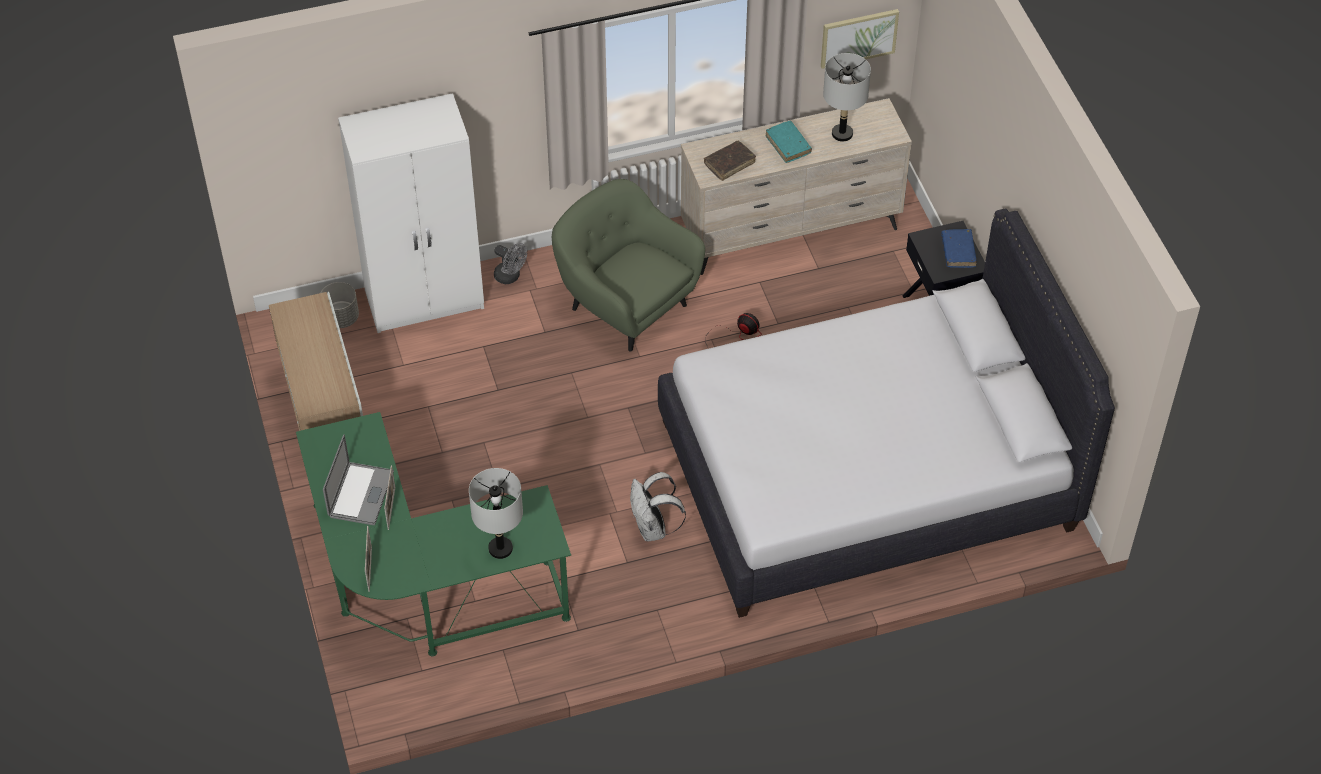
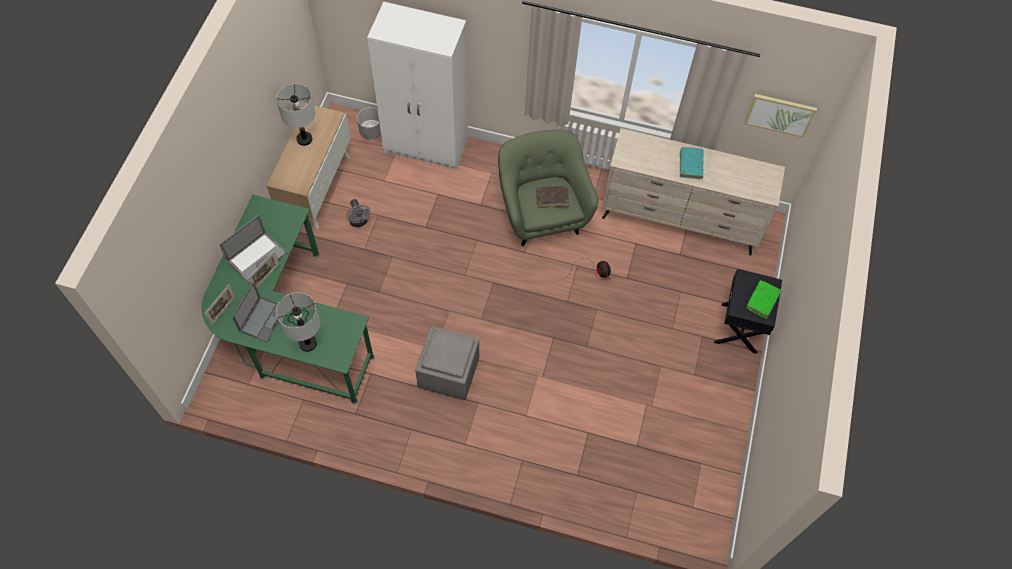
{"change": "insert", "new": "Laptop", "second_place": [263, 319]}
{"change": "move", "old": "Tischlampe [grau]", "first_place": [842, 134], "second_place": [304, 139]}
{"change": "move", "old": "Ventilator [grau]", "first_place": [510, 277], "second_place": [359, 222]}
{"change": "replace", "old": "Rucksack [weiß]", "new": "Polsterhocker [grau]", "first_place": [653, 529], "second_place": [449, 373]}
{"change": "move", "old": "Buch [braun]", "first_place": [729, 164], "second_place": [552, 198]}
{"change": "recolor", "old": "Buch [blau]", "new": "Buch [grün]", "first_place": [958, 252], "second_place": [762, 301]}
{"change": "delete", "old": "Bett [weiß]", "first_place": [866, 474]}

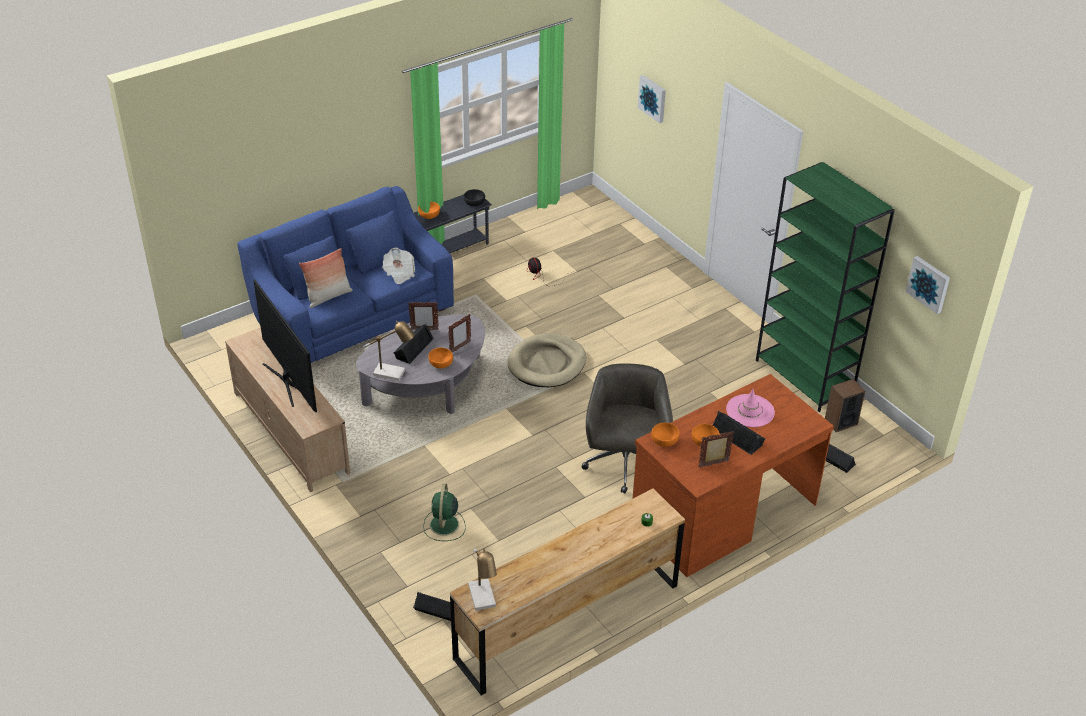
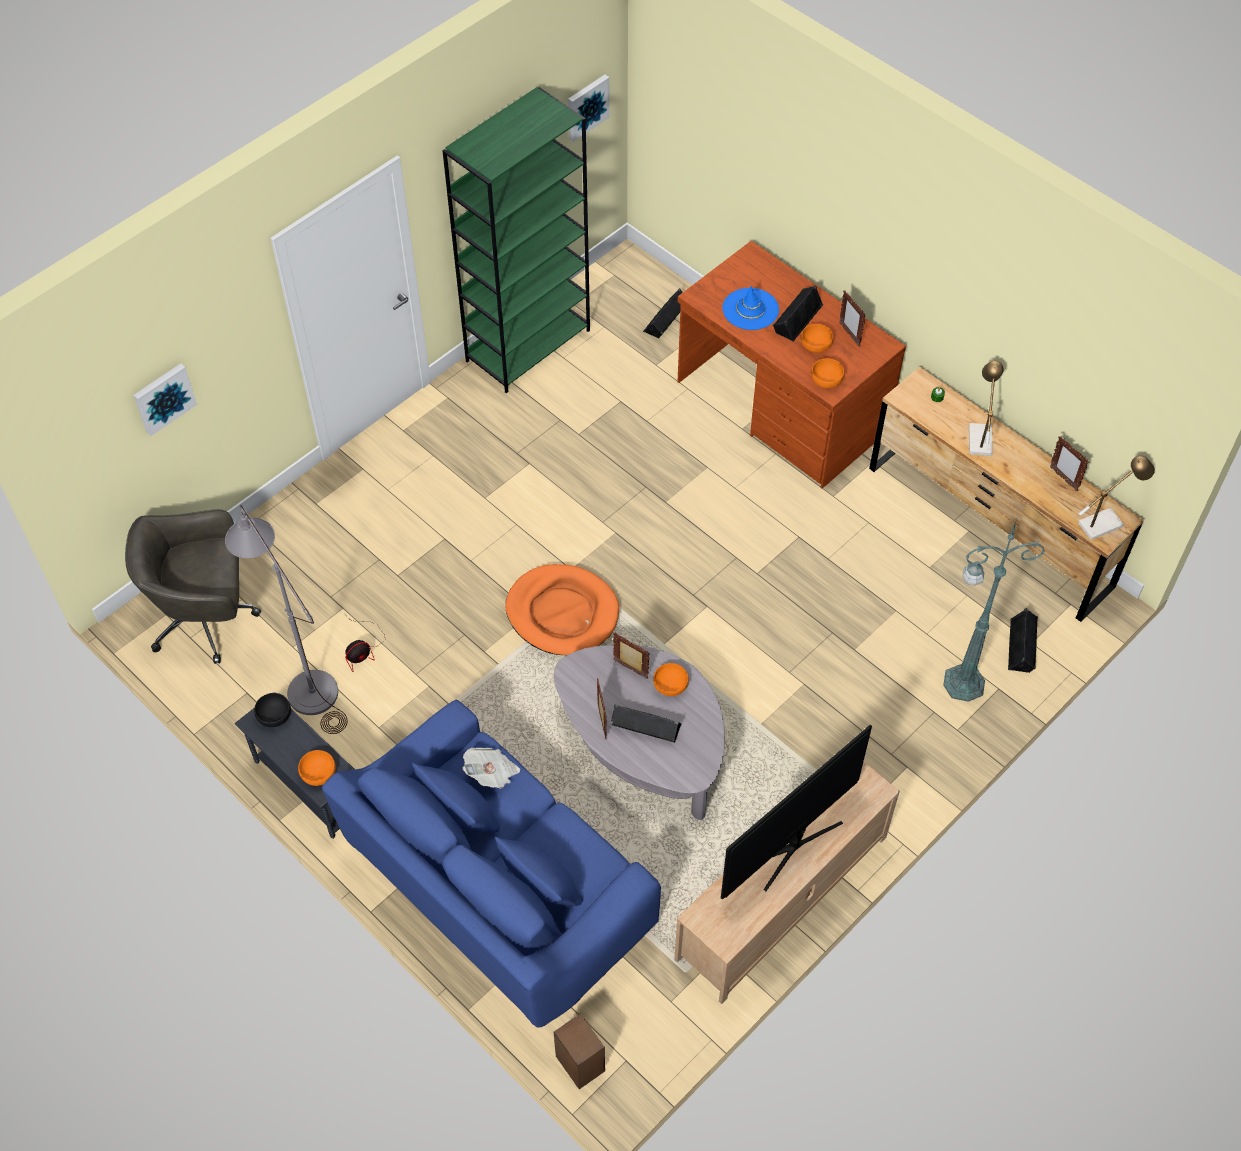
{"change": "move", "old": "Bürostuhl [grau]", "first_place": [625, 464], "second_place": [207, 619]}
{"change": "insert", "new": "Stehlampe [grau]", "second_place": [305, 682]}
{"change": "recolor", "old": "Hundebett [beige]", "new": "Hundebett [orange]", "first_place": [547, 364], "second_place": [562, 612]}
{"change": "move", "old": "Lautsprecher", "first_place": [840, 422], "second_place": [580, 1064]}
{"change": "recolor", "old": "Hut [rosa]", "new": "Hut [blau]", "first_place": [750, 411], "second_place": [750, 309]}
{"change": "insert", "new": "Stehlampe [grün]", "second_place": [961, 683]}
{"change": "move", "old": "Tischlampe", "first_place": [393, 373], "second_place": [979, 436]}
{"change": "insert", "new": "Bilderrahmen", "second_place": [1063, 479]}
{"change": "delete", "old": "Kissen", "first_place": [328, 297]}
{"change": "delete", "old": "Ventilator [grün]", "first_place": [444, 525]}

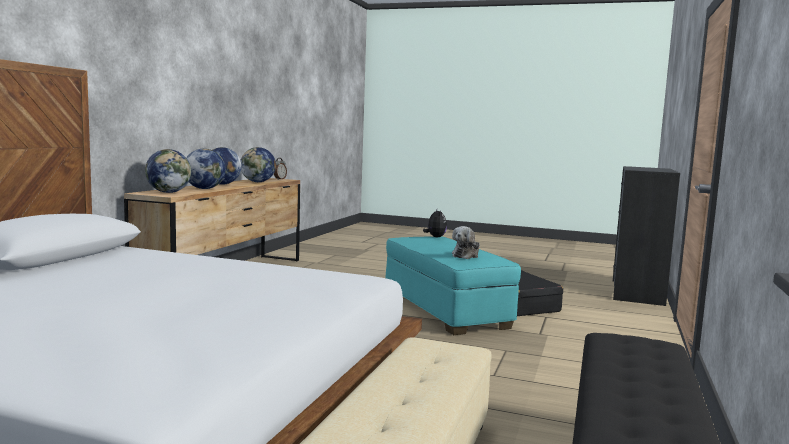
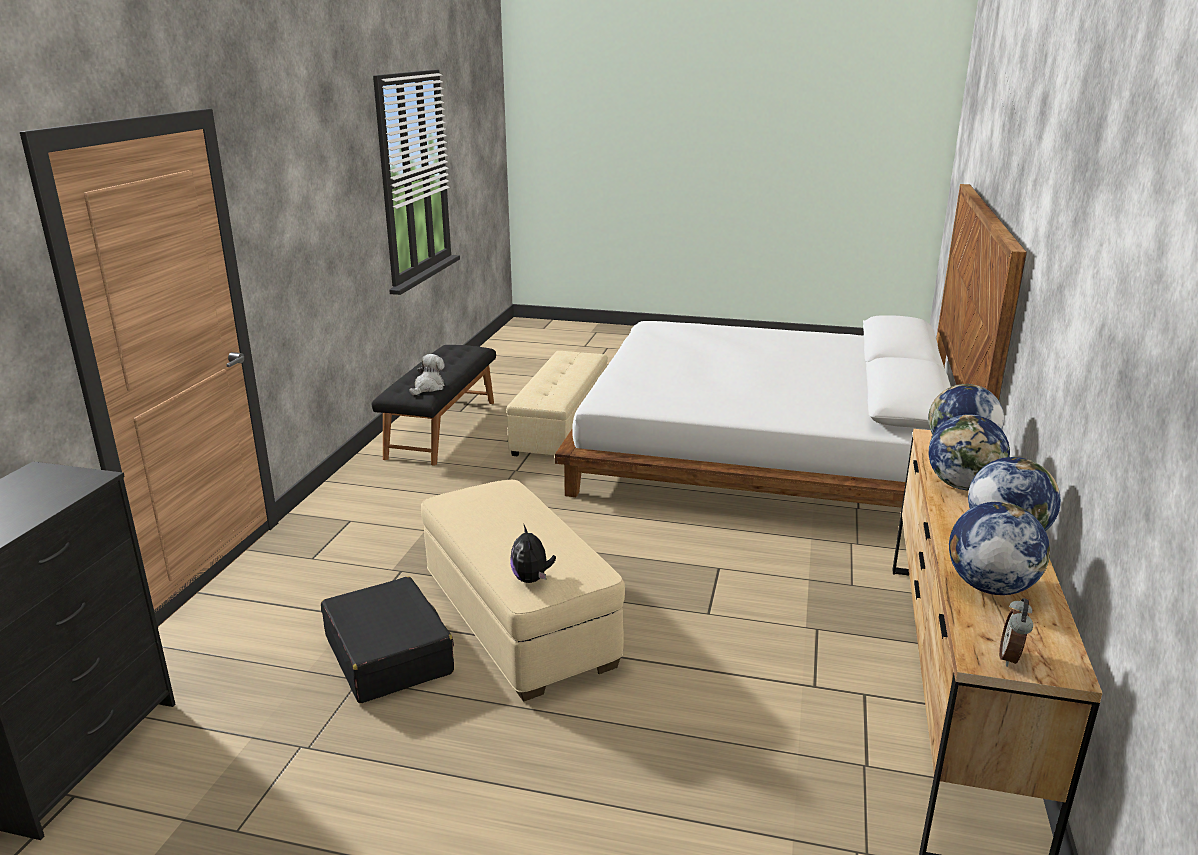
{"change": "move", "old": "Plüschtier", "first_place": [466, 255], "second_place": [428, 387]}
{"change": "recolor", "old": "Polsterhocker [türkis]", "new": "Polsterhocker [beige]", "first_place": [444, 309], "second_place": [519, 619]}

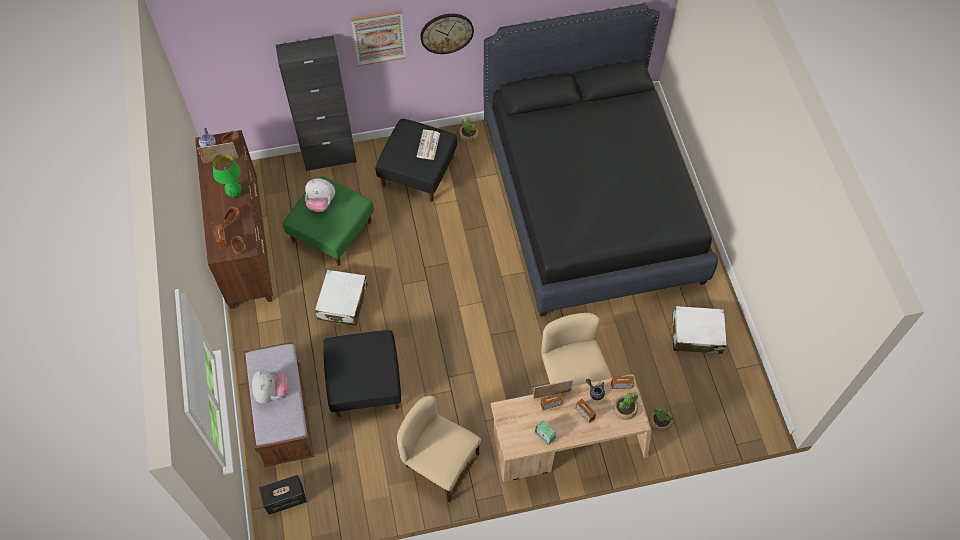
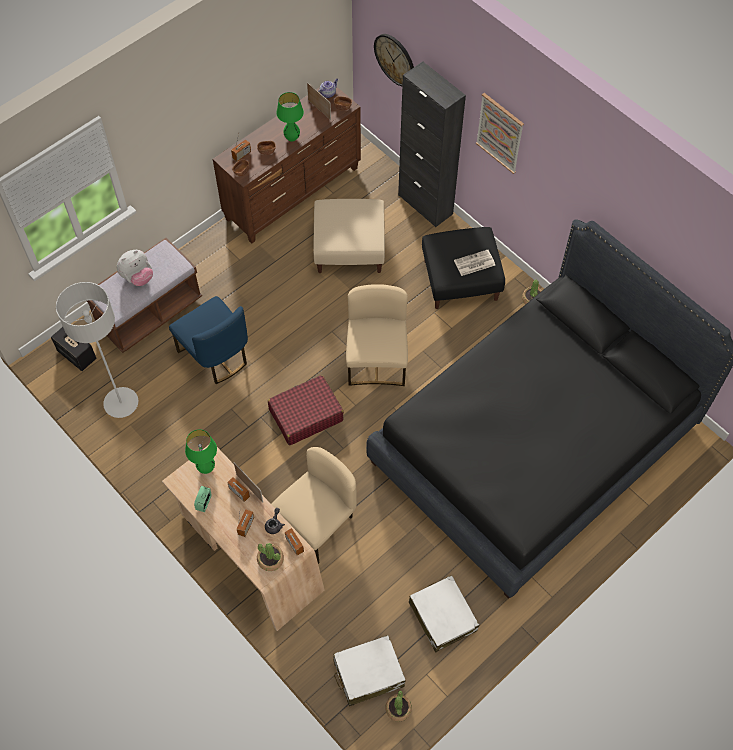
{"change": "insert", "new": "Stehlampe [grau]", "second_place": [121, 403]}
{"change": "replace", "old": "Polsterhocker [schwarz]", "new": "Stuhl [blau]", "first_place": [365, 383], "second_place": [215, 355]}
{"change": "insert", "new": "Tischlampe [grün]", "second_place": [206, 468]}
{"change": "insert", "new": "Koffer [rot]", "second_place": [305, 415]}
{"change": "recolor", "old": "Polsterhocker [grün]", "new": "Polsterhocker [beige]", "first_place": [332, 231], "second_place": [350, 248]}
{"change": "move", "old": "Koffer [weiß]", "first_place": [342, 302], "second_place": [368, 673]}
{"change": "move", "old": "Stuhl [beige]", "first_place": [440, 463], "second_place": [377, 361]}
{"change": "move", "old": "Wanduhr", "first_place": [446, 33], "second_place": [395, 59]}
{"change": "move", "old": "Topfpflanze", "first_place": [660, 422], "second_place": [398, 709]}
{"change": "delete", "old": "Plüschtier", "first_place": [321, 203]}

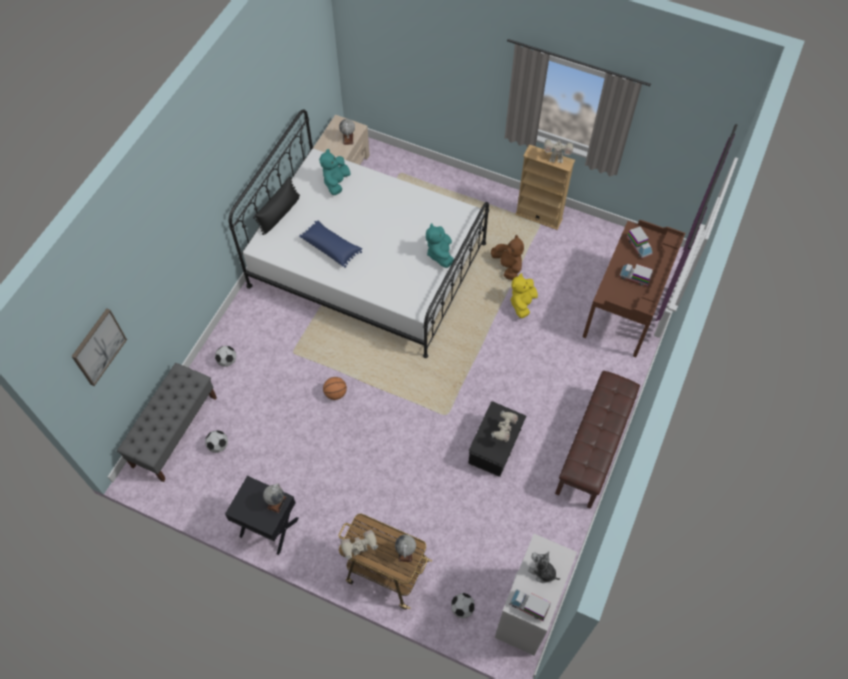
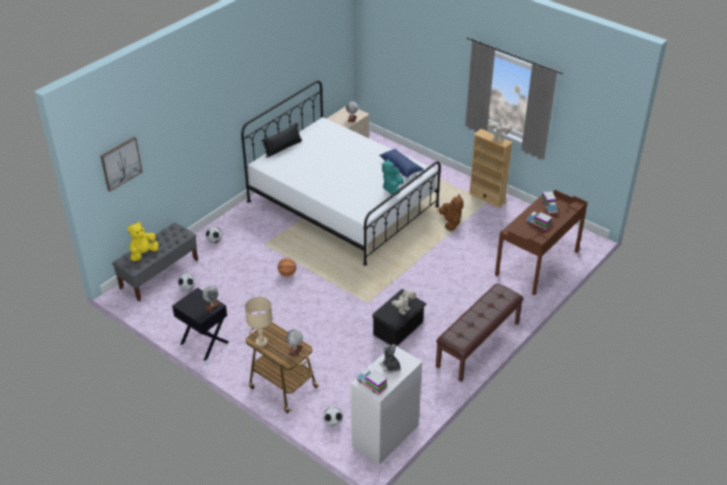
{"change": "move", "old": "Plüschtier [gelb]", "first_place": [522, 303], "second_place": [143, 254]}
{"change": "replace", "old": "Spielzeugroboter", "new": "Tischlampe [beige]", "first_place": [360, 550], "second_place": [261, 342]}
{"change": "move", "old": "Kissen [blau]", "first_place": [331, 247], "second_place": [401, 167]}
{"change": "delete", "old": "Plüschtier [türkis]", "first_place": [336, 182]}

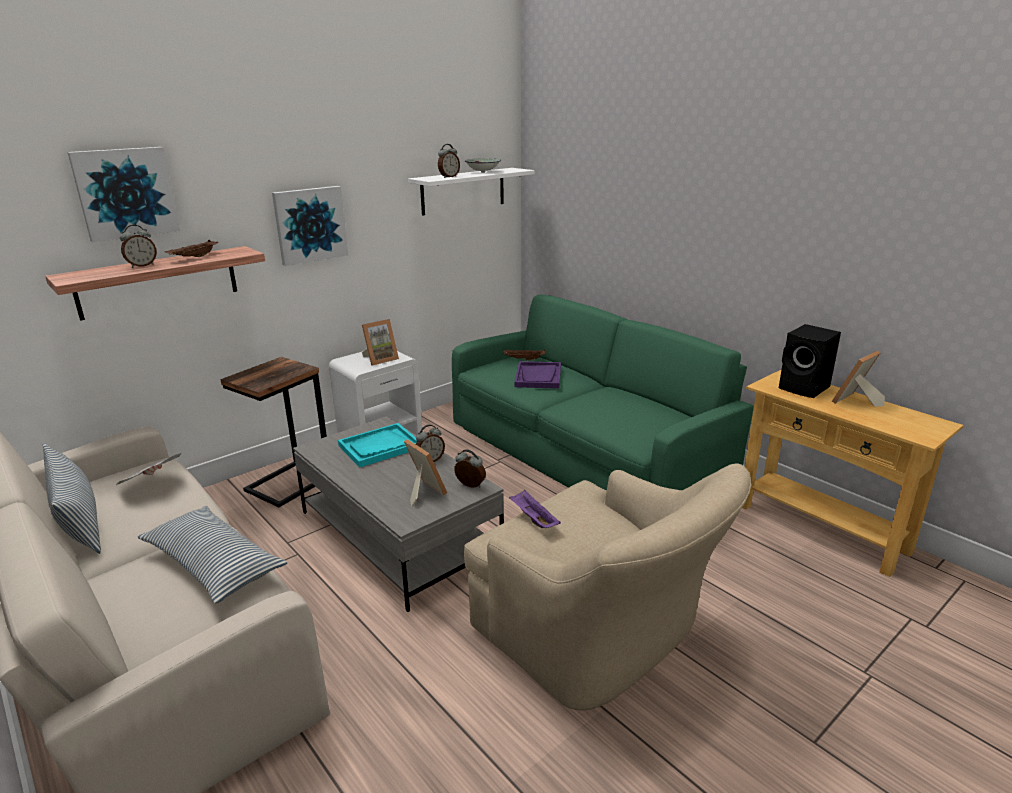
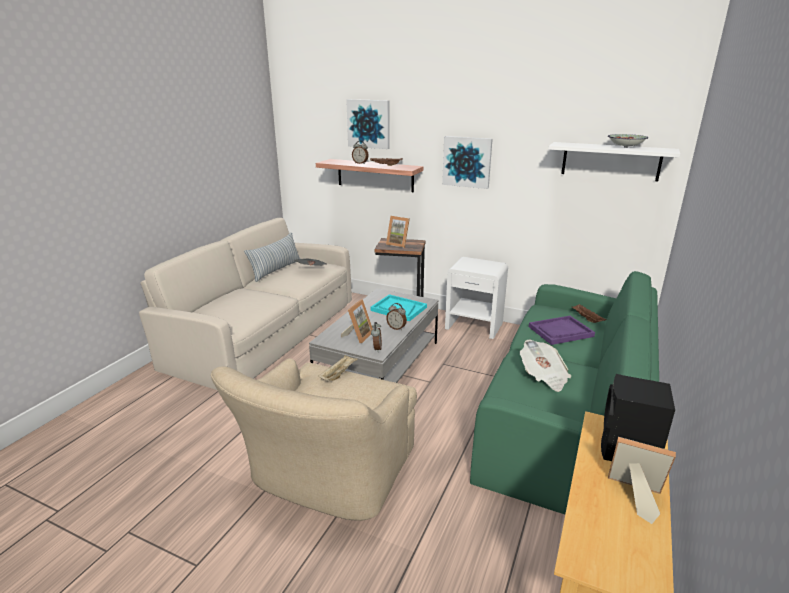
{"change": "recolor", "old": "Tablett [lila]", "new": "Tablett [beige]", "first_place": [533, 519], "second_place": [338, 374]}
{"change": "move", "old": "Bilderrahmen", "first_place": [380, 359], "second_place": [398, 244]}
{"change": "insert", "new": "Zeitung", "second_place": [543, 377]}
{"change": "delete", "old": "Kissen", "first_place": [213, 564]}
{"change": "delete", "old": "Wecker", "first_place": [449, 177]}

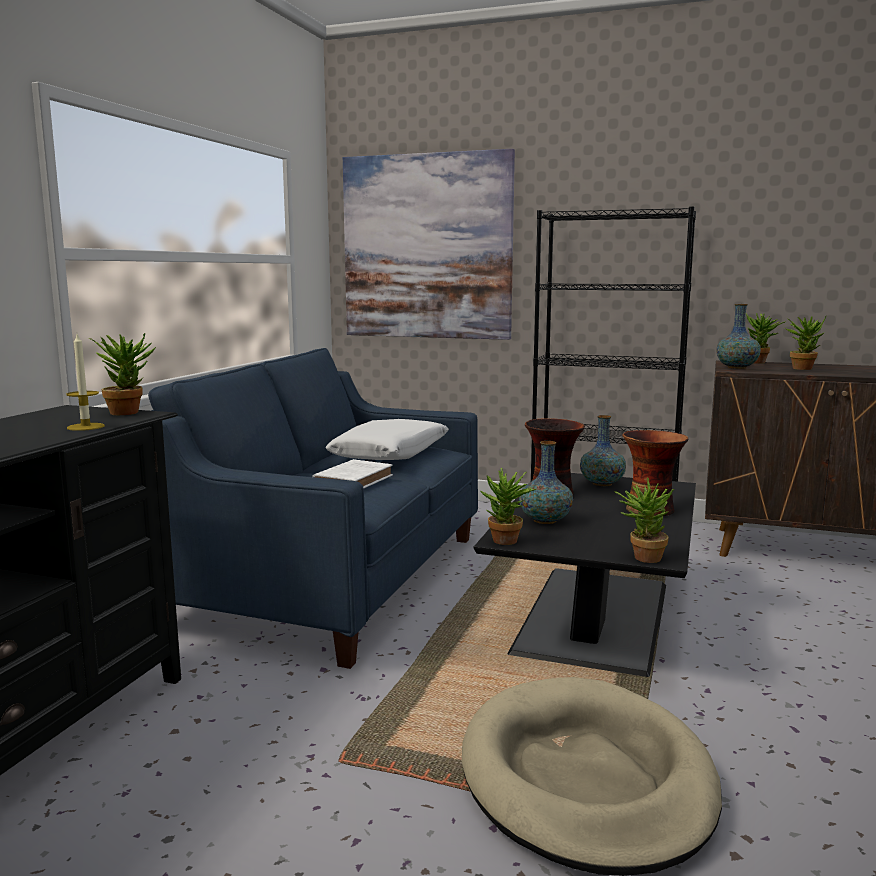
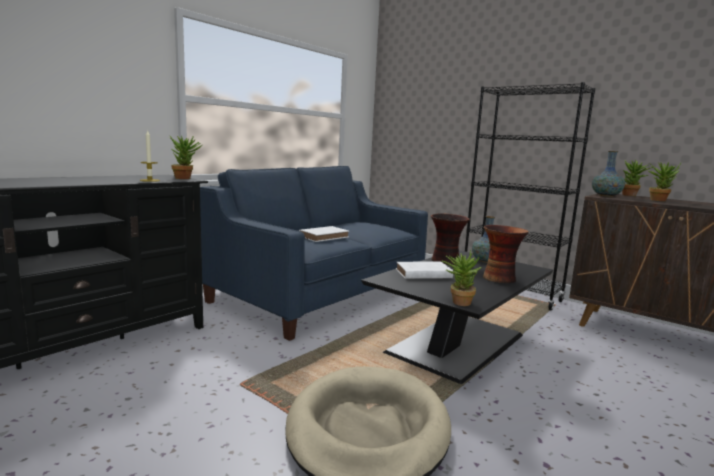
{"change": "replace", "old": "Vase", "new": "Buch [weiß]", "first_place": [545, 520], "second_place": [422, 274]}
{"change": "delete", "old": "Kissen [weiß]", "first_place": [390, 453]}
{"change": "delete", "old": "Bild", "first_place": [427, 247]}
{"change": "delete", "old": "Topfpflanze", "first_place": [506, 542]}

